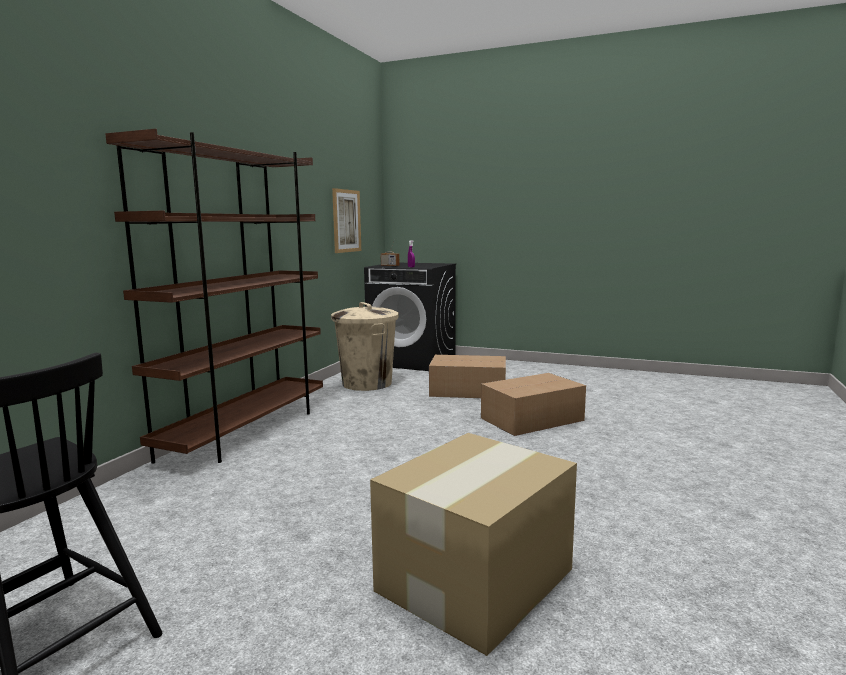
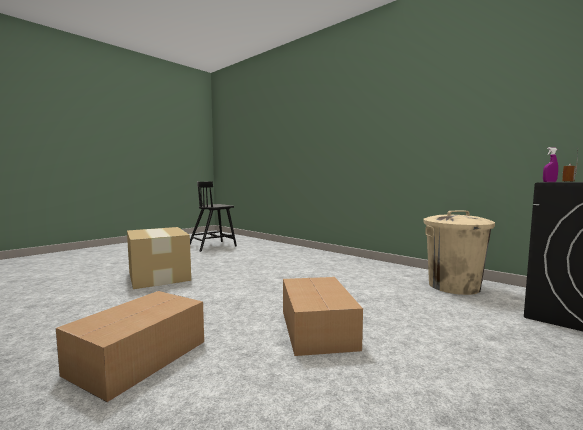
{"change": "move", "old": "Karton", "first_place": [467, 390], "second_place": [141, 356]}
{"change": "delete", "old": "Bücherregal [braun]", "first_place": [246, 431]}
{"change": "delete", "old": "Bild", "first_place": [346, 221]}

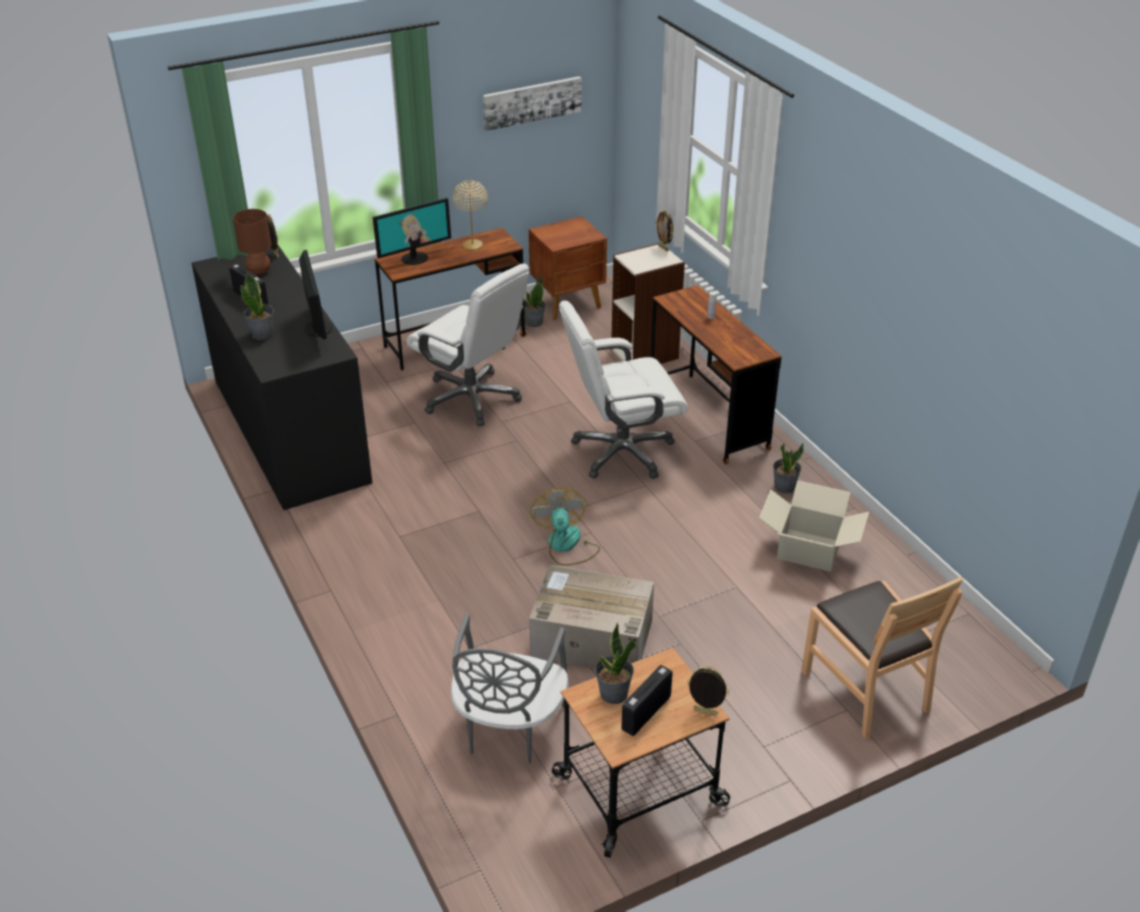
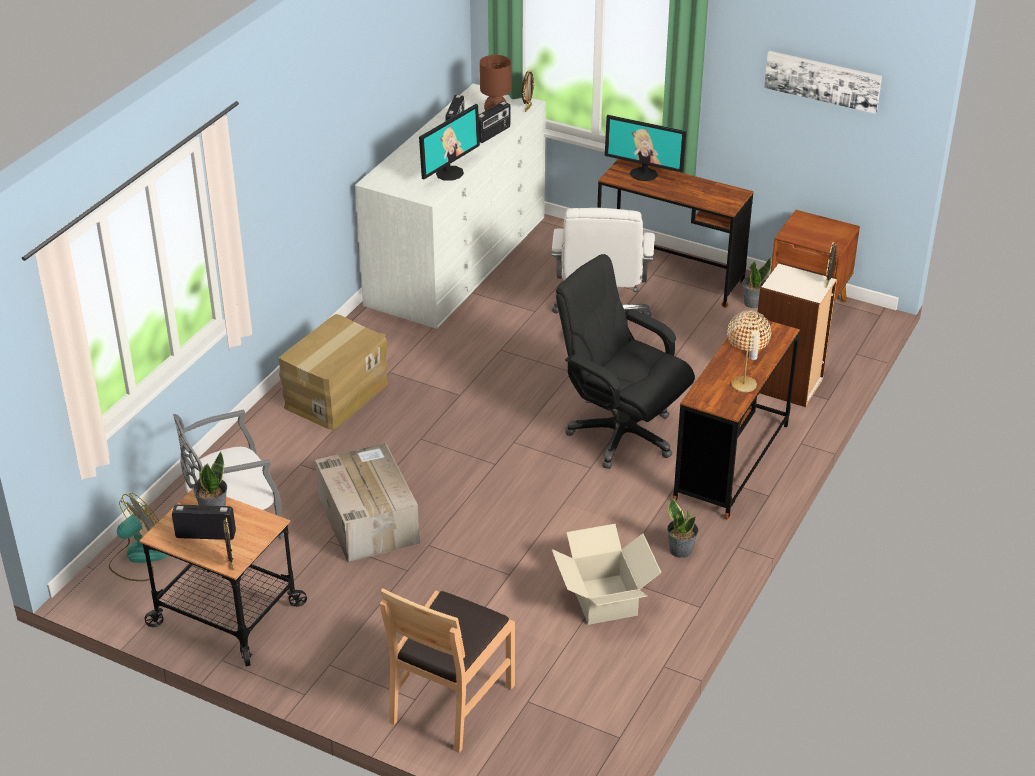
{"change": "move", "old": "Ventilator", "first_place": [566, 546], "second_place": [138, 558]}
{"change": "insert", "new": "Karton", "second_place": [335, 395]}
{"change": "recolor", "old": "Kommode [schwarz]", "new": "Kommode [weiß]", "first_place": [290, 429], "second_place": [457, 260]}
{"change": "insert", "new": "Radio", "second_place": [493, 134]}
{"change": "recolor", "old": "Bürostuhl [weiß]", "new": "Bürostuhl [schwarz]", "first_place": [621, 452], "second_place": [621, 434]}
{"change": "move", "old": "Tischlampe [beige]", "first_place": [472, 245], "second_place": [743, 385]}
{"change": "delete", "old": "Topfpflanze", "first_place": [262, 334]}

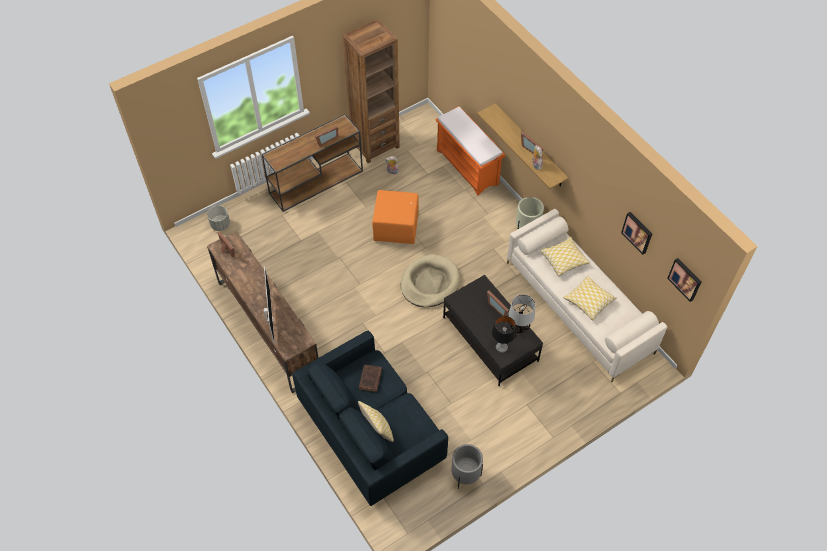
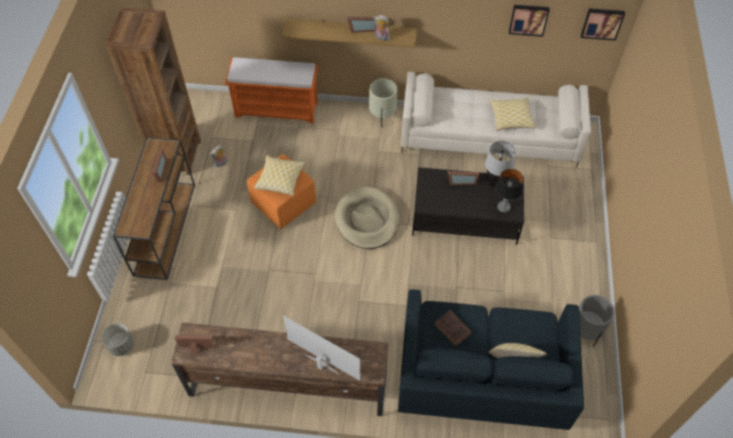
{"change": "move", "old": "Kissen", "first_place": [563, 259], "second_place": [280, 179]}

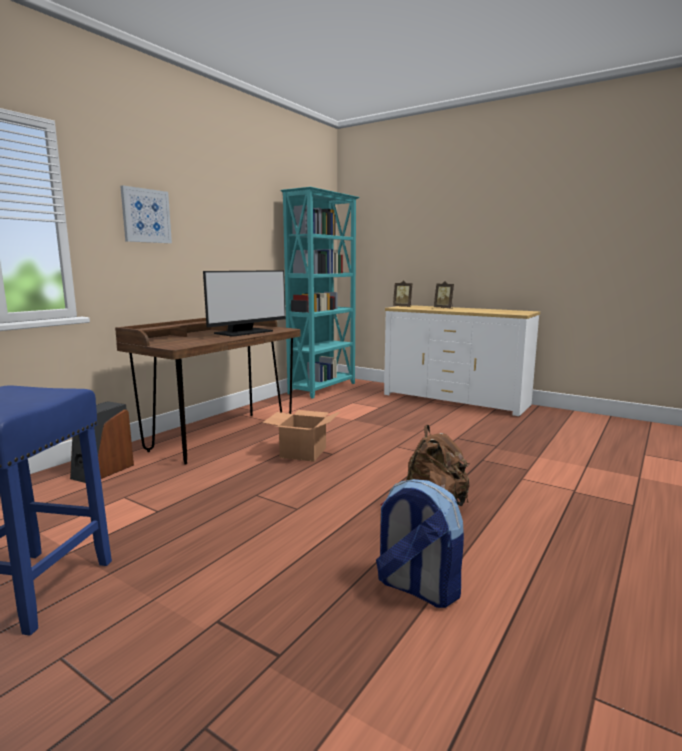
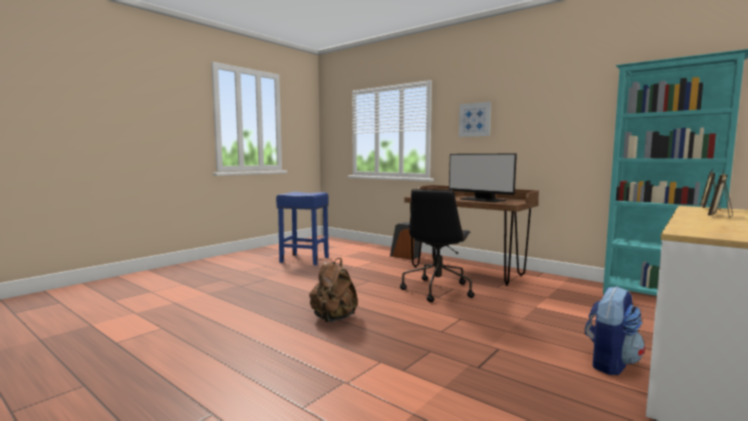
{"change": "replace", "old": "Karton", "new": "Bürostuhl [schwarz]", "first_place": [303, 453], "second_place": [437, 290]}
{"change": "move", "old": "Rucksack", "first_place": [416, 588], "second_place": [610, 363]}

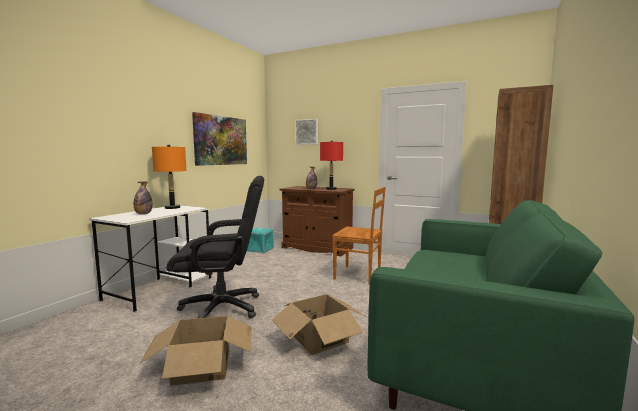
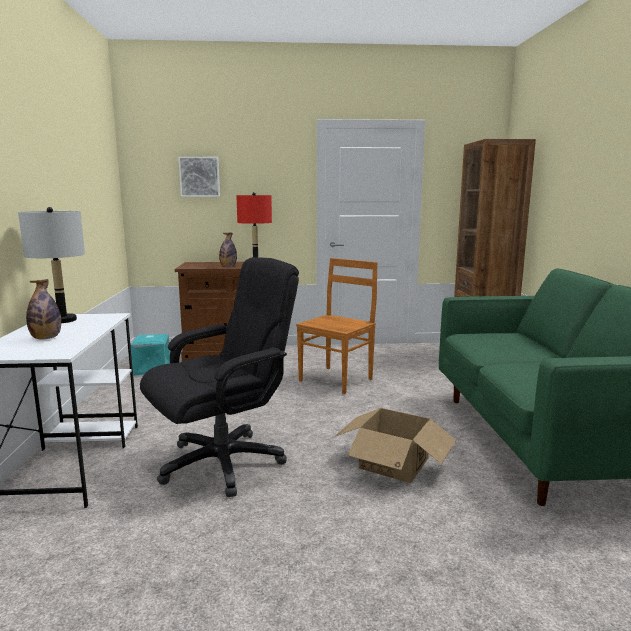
{"change": "recolor", "old": "Tischlampe [orange]", "new": "Tischlampe [grau]", "first_place": [172, 207], "second_place": [62, 320]}
{"change": "rotate", "old": "Stuhl [braun]", "first_place": [359, 275], "second_place": [337, 379], "degrees": -45}
{"change": "delete", "old": "Karton", "first_place": [202, 366]}
{"change": "delete", "old": "Bild", "first_place": [221, 140]}

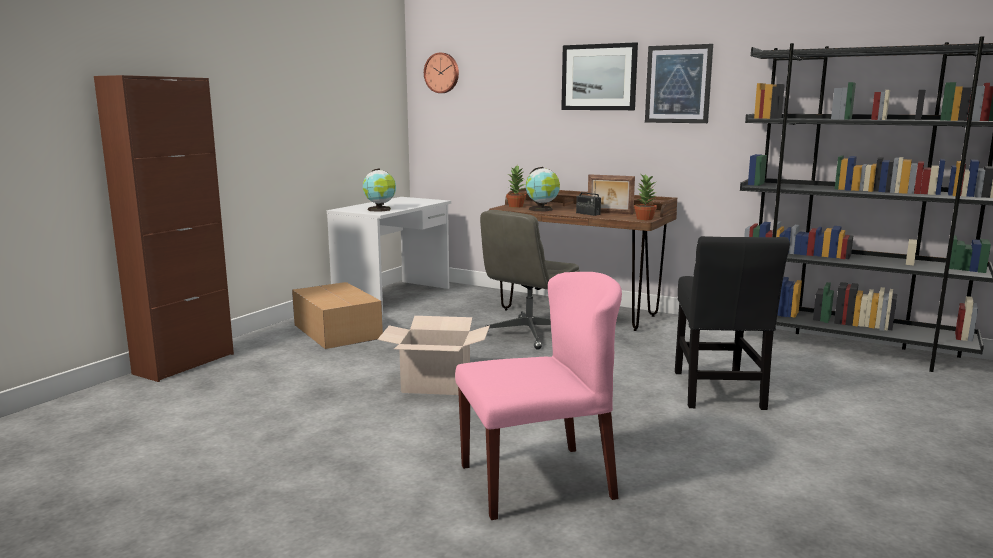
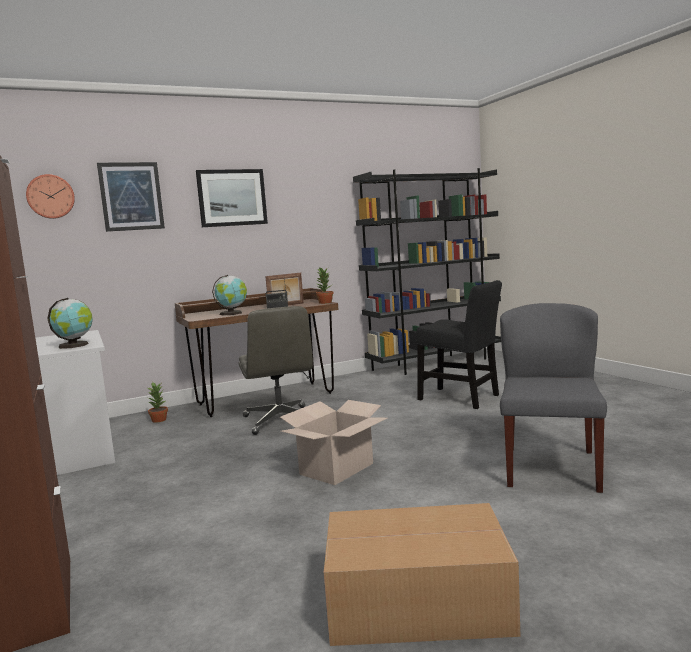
{"change": "move", "old": "Bild", "first_place": [678, 84], "second_place": [131, 196]}
{"change": "move", "old": "Topfpflanze", "first_place": [516, 206], "second_place": [159, 420]}
{"change": "move", "old": "Karton", "first_place": [337, 331], "second_place": [415, 601]}
{"change": "recolor", "old": "Stuhl [rosa]", "new": "Stuhl [grau]", "first_place": [537, 481], "second_place": [551, 468]}

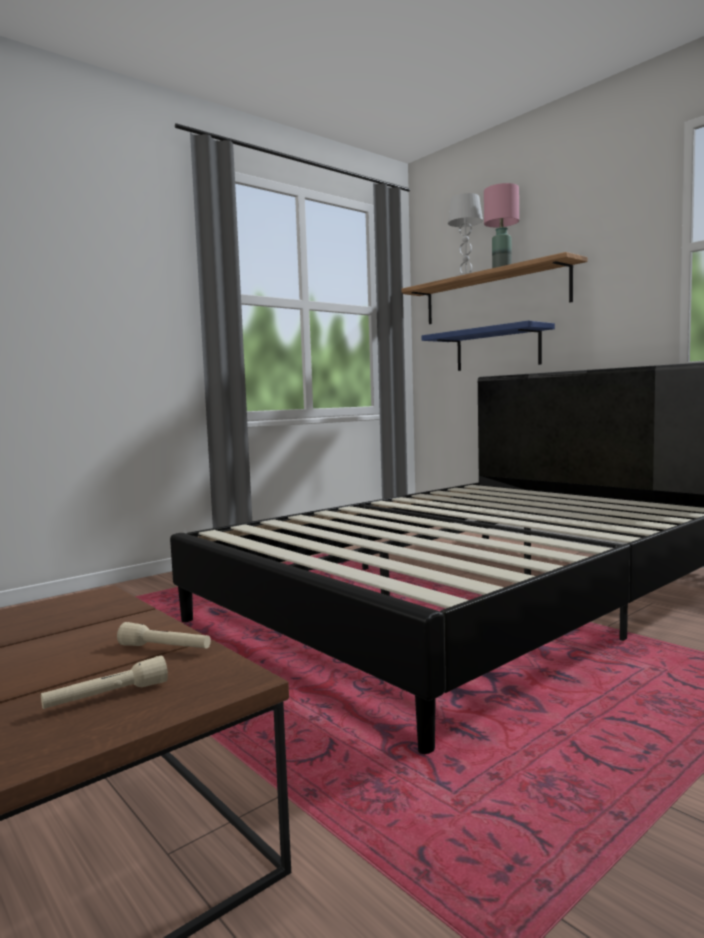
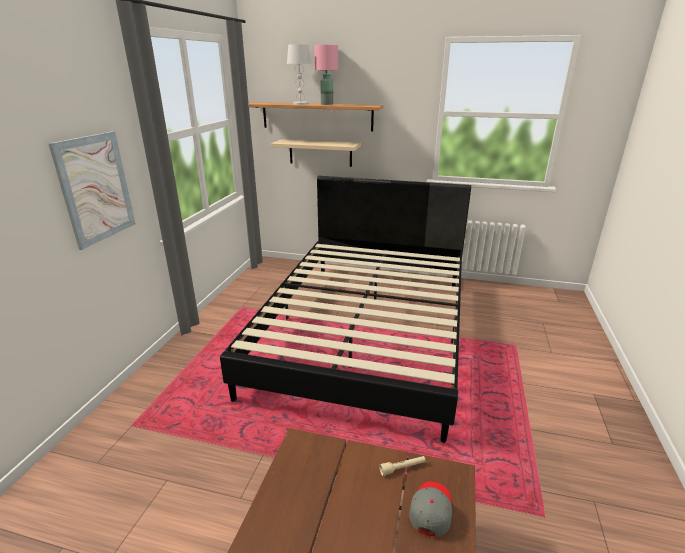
{"change": "insert", "new": "Bild", "second_place": [96, 188]}
{"change": "recolor", "old": "Wandregal [blau]", "new": "Wandregal [beige]", "first_place": [497, 349], "second_place": [320, 152]}
{"change": "replace", "old": "Taschenlampe [beige]", "new": "Kappe [grau]", "first_place": [107, 697], "second_place": [431, 509]}

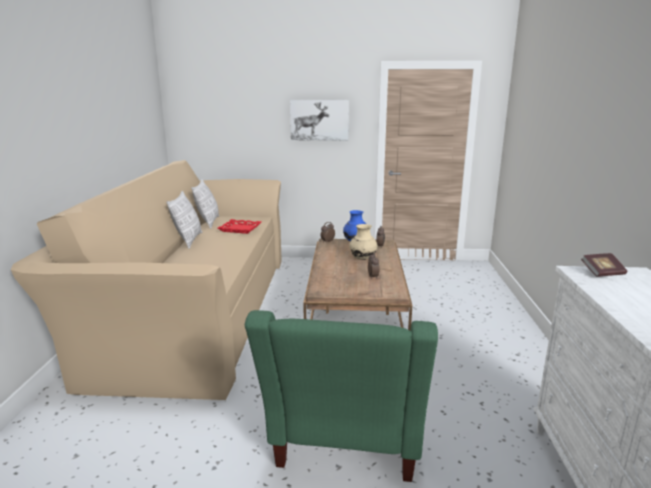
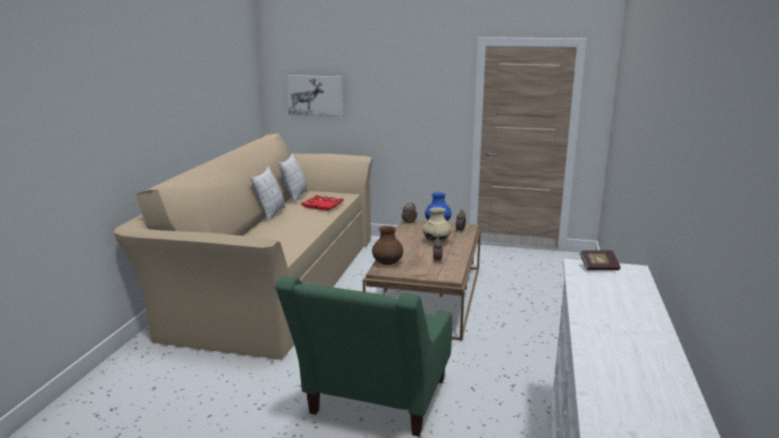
{"change": "move", "old": "Bild", "first_place": [319, 120], "second_place": [316, 95]}
{"change": "insert", "new": "Vase [braun]", "second_place": [387, 263]}

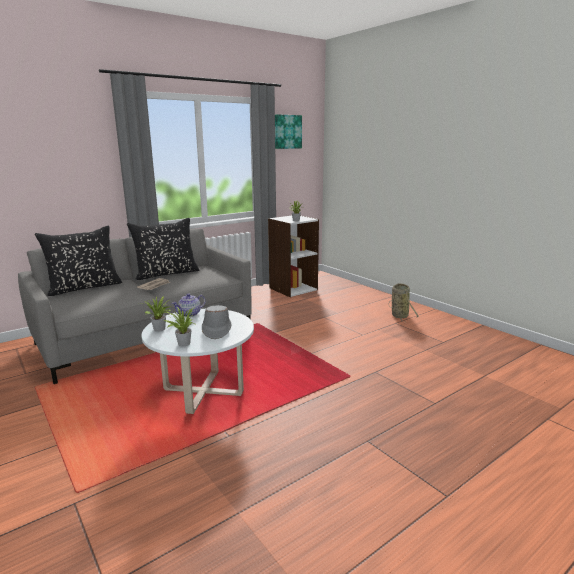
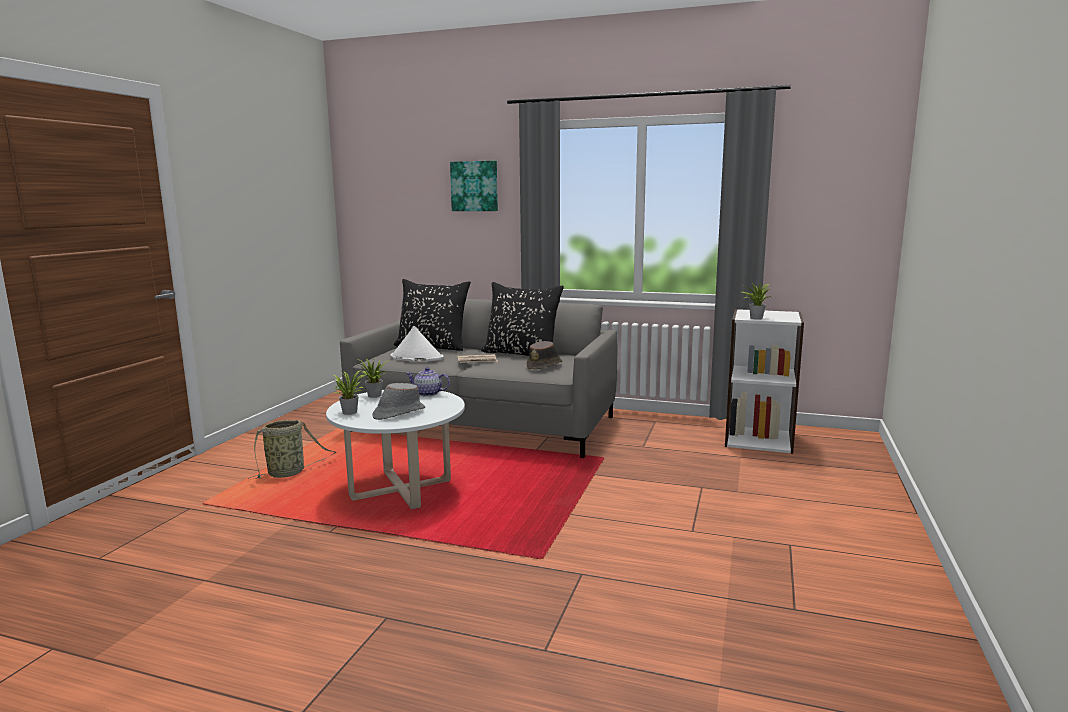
{"change": "move", "old": "Korb", "first_place": [399, 315], "second_place": [289, 473]}
{"change": "insert", "new": "Hut [weiß]", "second_place": [416, 357]}
{"change": "move", "old": "Bild", "first_place": [287, 132], "second_place": [474, 186]}
{"change": "insert", "new": "Hut [braun]", "second_place": [544, 366]}

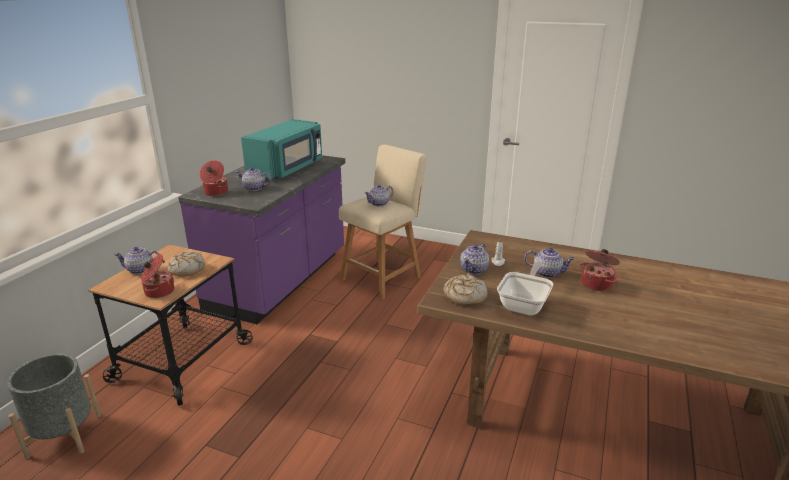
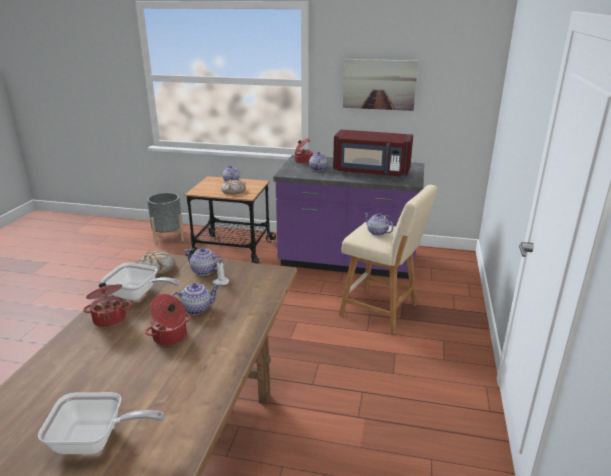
{"change": "insert", "new": "Pfanne", "second_place": [96, 441]}
{"change": "move", "old": "Kochtopf", "first_place": [158, 291], "second_place": [110, 318]}
{"change": "rotate", "old": "Teekanne", "first_place": [547, 273], "second_place": [197, 308], "degrees": -120}
{"change": "recolor", "old": "Mikrowelle [türkis]", "new": "Mikrowelle [rot]", "first_place": [287, 169], "second_place": [371, 172]}
{"change": "insert", "new": "Bild", "second_place": [379, 84]}

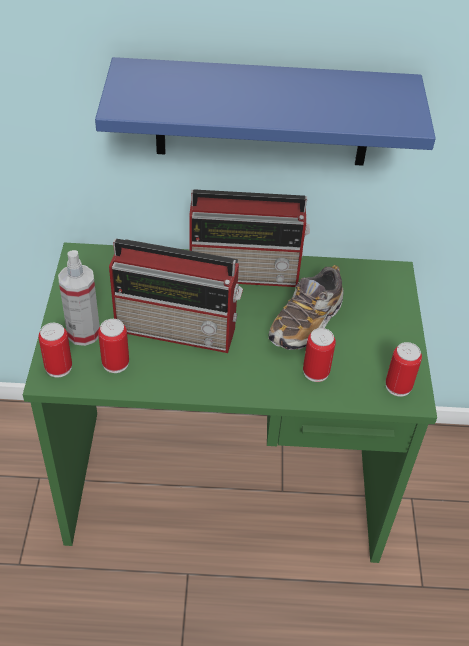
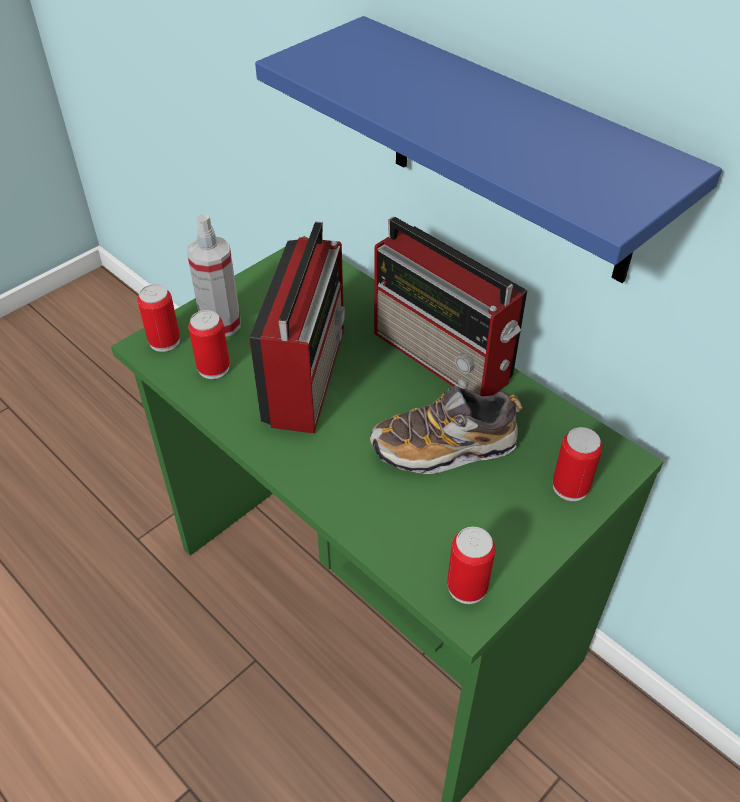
{"change": "rotate", "old": "Radio", "first_place": [179, 329], "second_place": [307, 373], "degrees": -135}
{"change": "move", "old": "Dose", "first_place": [316, 372], "second_place": [570, 487]}

